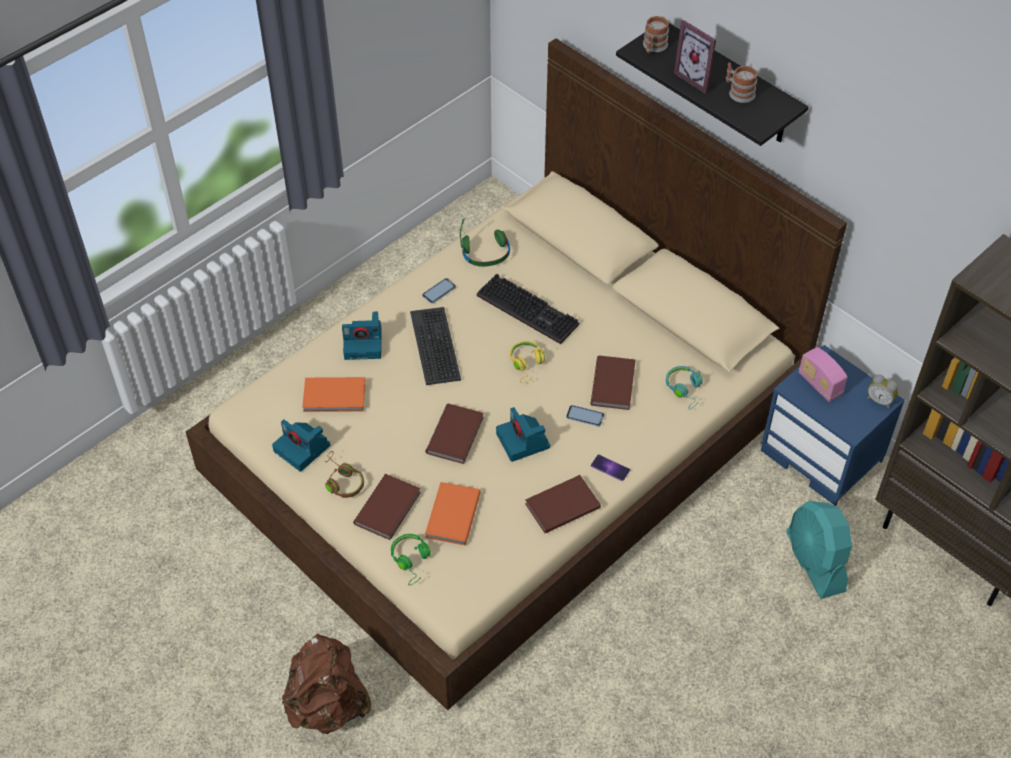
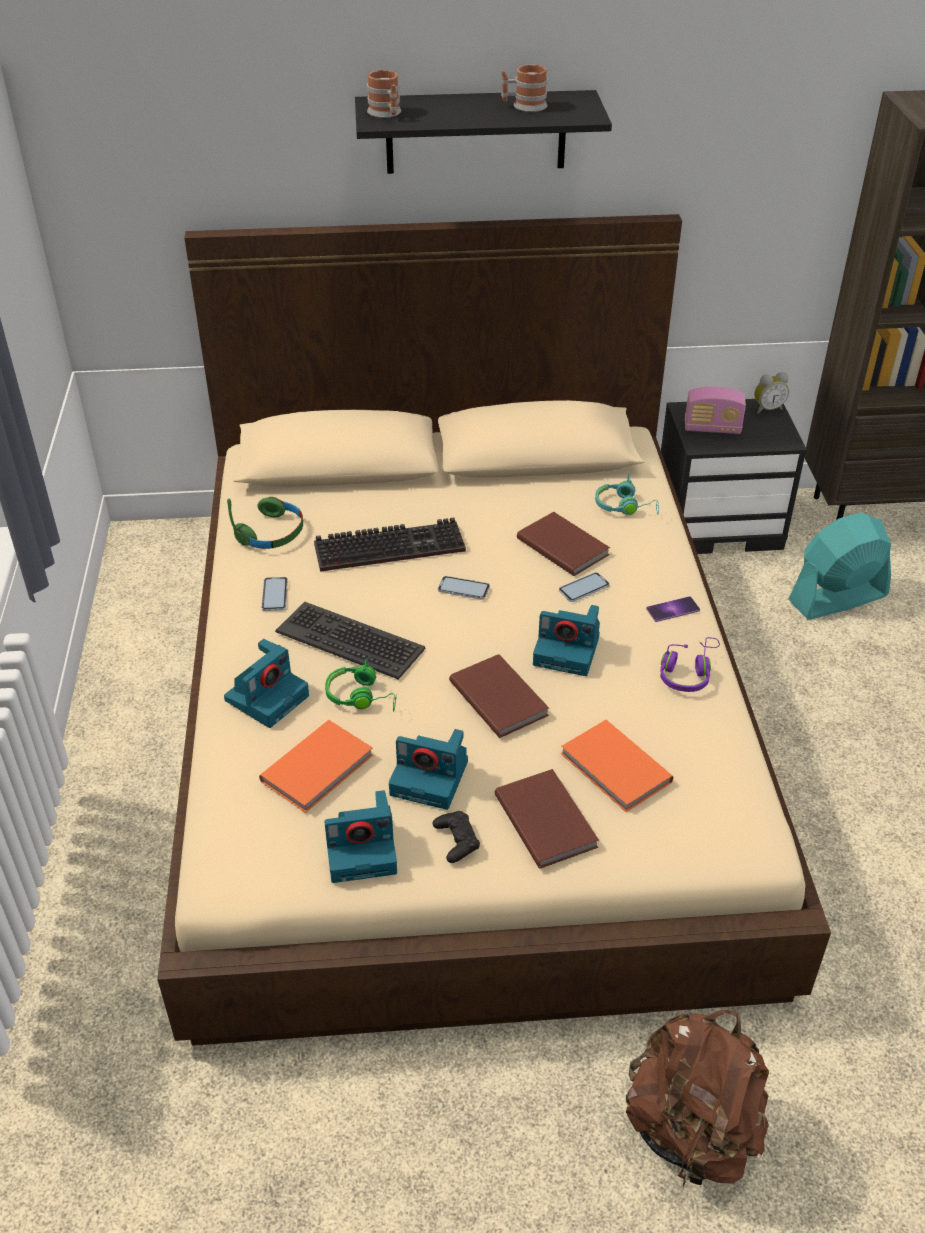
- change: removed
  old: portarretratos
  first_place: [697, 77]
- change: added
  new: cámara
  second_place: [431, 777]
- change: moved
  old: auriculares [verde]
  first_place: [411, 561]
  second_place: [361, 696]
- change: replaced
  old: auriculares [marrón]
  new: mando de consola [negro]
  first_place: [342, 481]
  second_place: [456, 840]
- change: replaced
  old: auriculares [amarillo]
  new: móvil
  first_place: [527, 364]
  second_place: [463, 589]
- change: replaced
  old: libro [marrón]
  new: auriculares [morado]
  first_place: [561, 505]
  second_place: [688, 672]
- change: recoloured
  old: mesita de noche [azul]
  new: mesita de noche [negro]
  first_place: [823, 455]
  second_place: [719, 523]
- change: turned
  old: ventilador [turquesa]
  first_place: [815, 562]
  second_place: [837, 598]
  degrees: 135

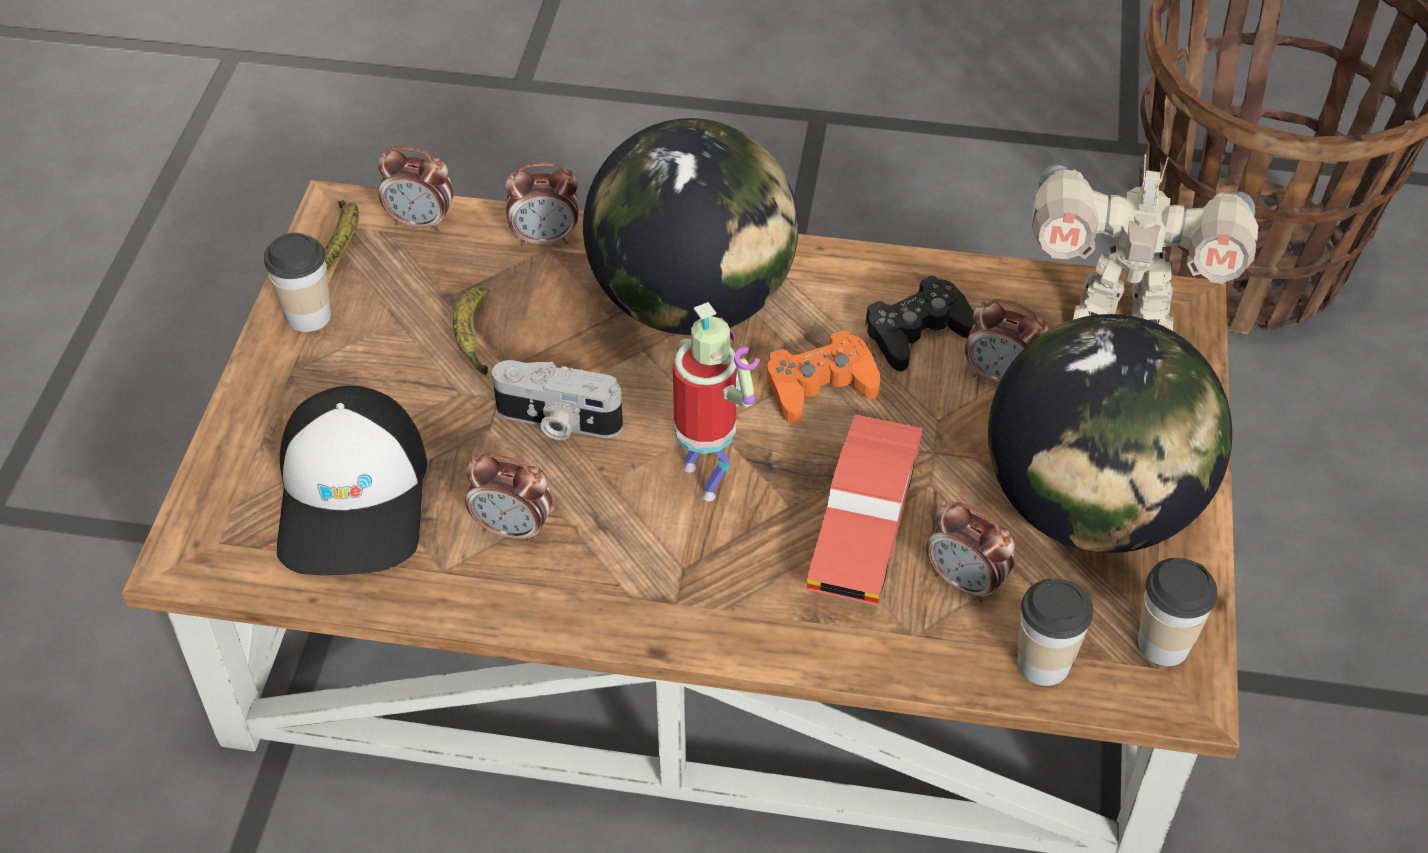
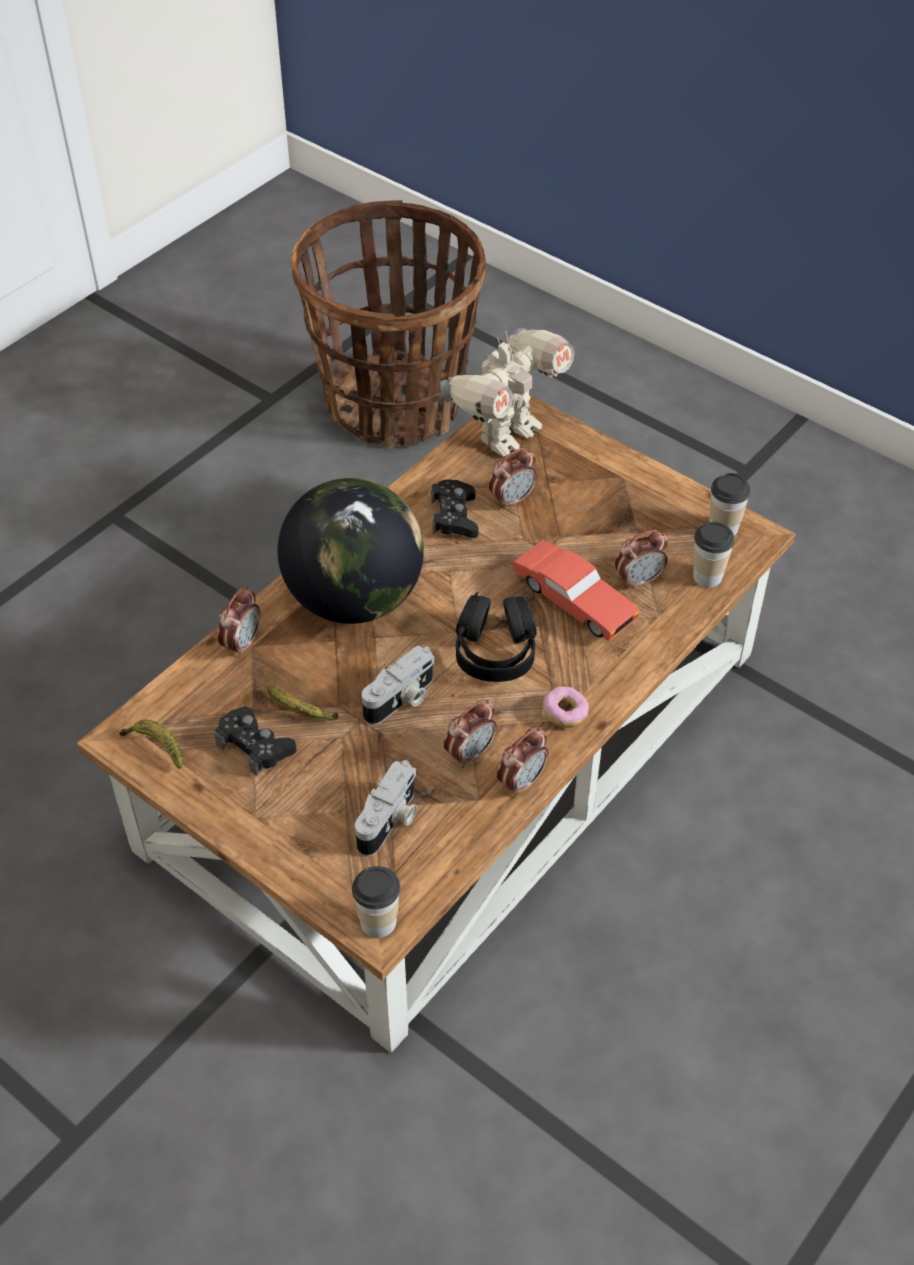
- change: removed
  old: mando de consola [naranja]
  first_place: [819, 386]
- change: removed
  old: globo terráqueo
  first_place: [1090, 507]
- change: added
  new: mando de consola [negro]
  second_place: [255, 746]
- change: added
  new: rosquilla
  second_place: [565, 713]
- change: moved
  old: taza
  first_place: [308, 316]
  second_place: [378, 922]
- change: moved
  old: despertador
  first_place: [421, 222]
  second_place: [521, 782]
- change: replaced
  old: gorra
  new: cámara
  first_place: [354, 498]
  second_place: [390, 821]
- change: replaced
  old: robot de juguete
  new: auriculares [negro]
  first_place: [707, 479]
  second_place: [495, 651]

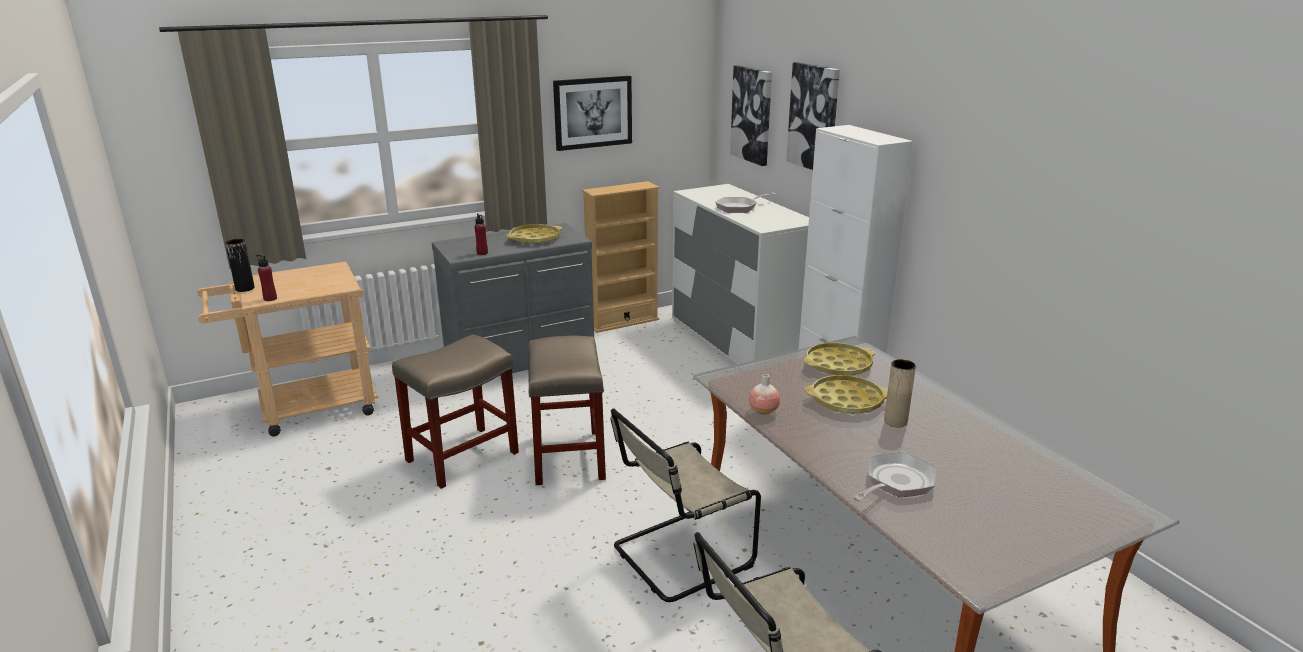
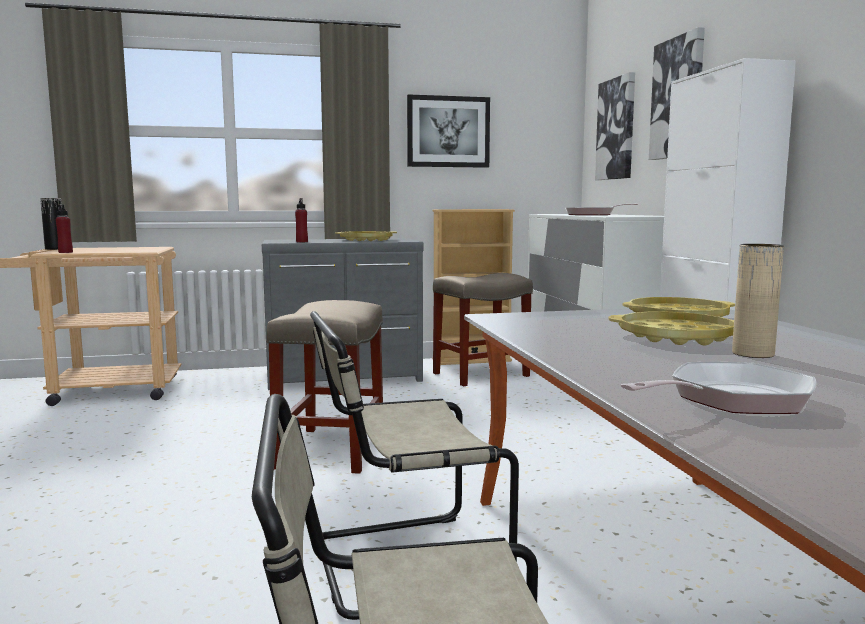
- change: removed
  old: florero
  first_place: [763, 411]
- change: moved
  old: taburete [beis]
  first_place: [463, 456]
  second_place: [481, 374]

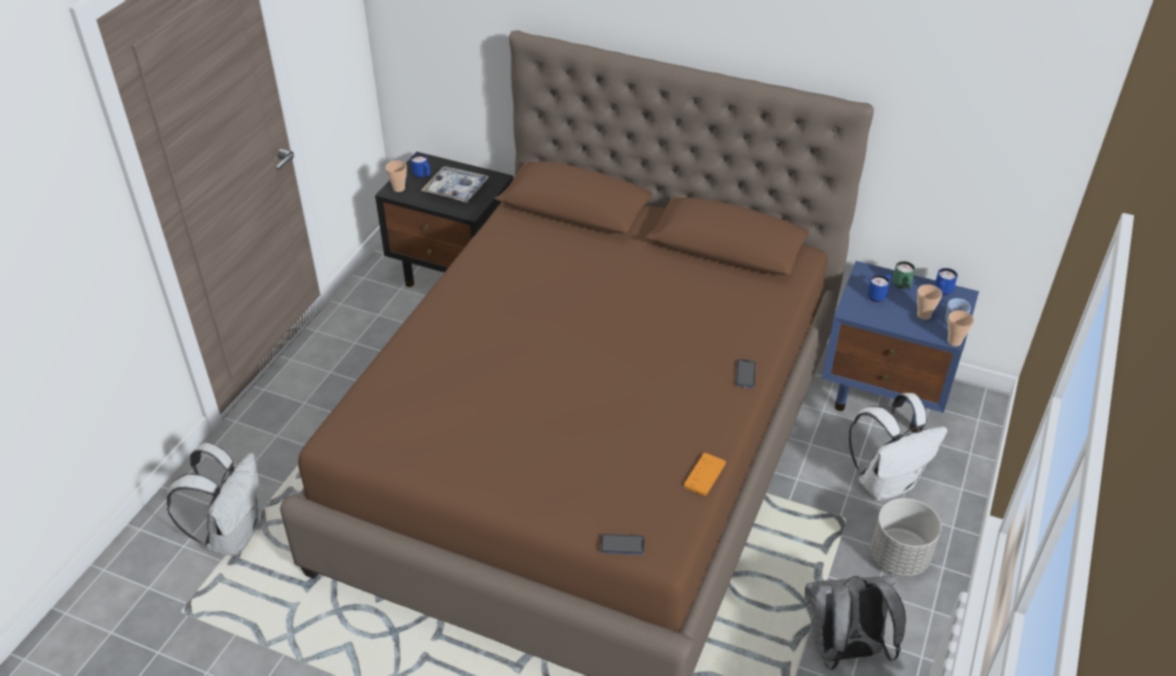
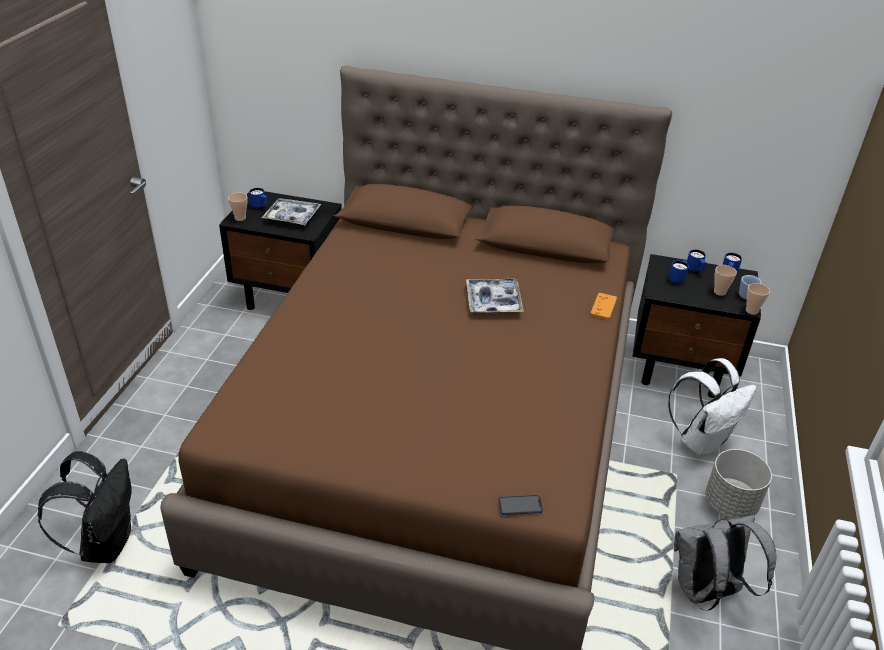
- change: removed
  old: móvil
  first_place: [745, 374]
- change: added
  new: bandeja
  second_place: [493, 301]
- change: moved
  old: mando de consola [naranja]
  first_place: [704, 475]
  second_place: [603, 307]
- change: recoloured
  old: mochila [blanco]
  new: mochila [negro]
  first_place: [233, 534]
  second_place: [106, 543]
- change: recoloured
  old: mesita de noche [azul]
  new: mesita de noche [negro]
  first_place: [886, 395]
  second_place: [681, 369]
- change: recoloured
  old: taza grande [verde]
  new: taza grande [azul]
  first_place: [902, 286]
  second_place: [694, 271]

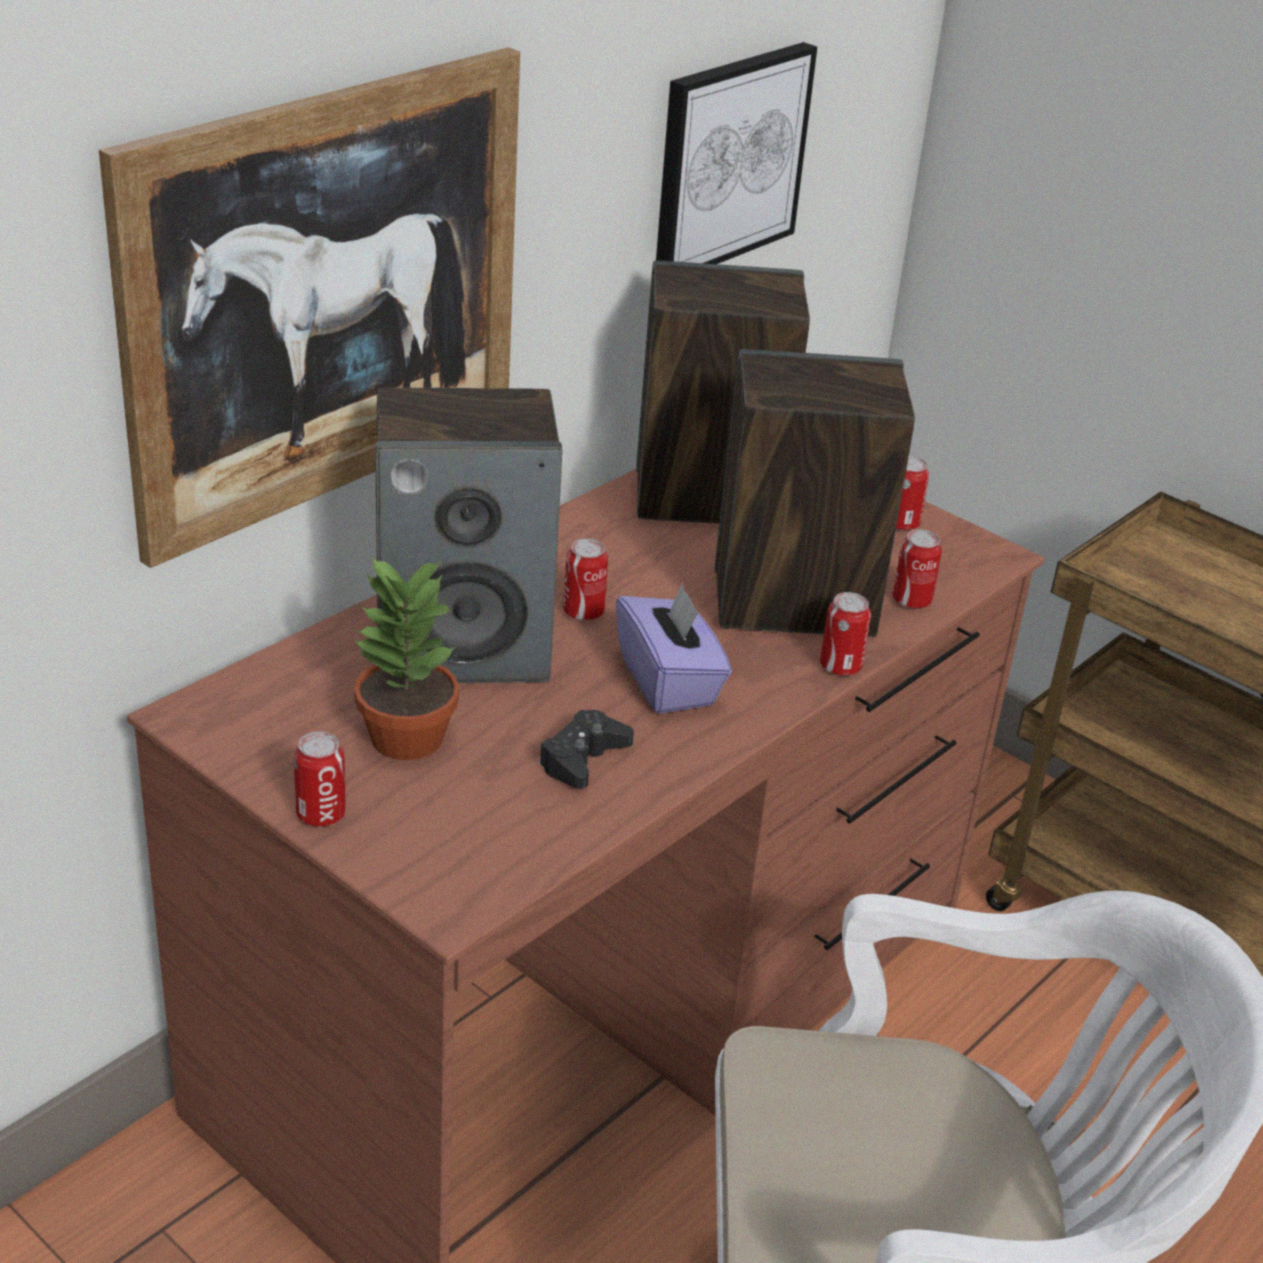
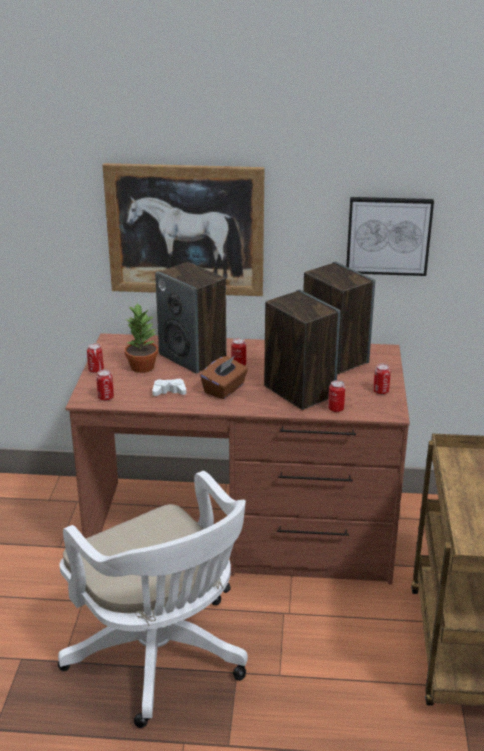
- change: moved
  old: lata
  first_place: [840, 666]
  second_place: [106, 397]
- change: recoloured
  old: mando de consola [negro]
  new: mando de consola [blanco]
  first_place: [582, 758]
  second_place: [169, 391]
- change: recoloured
  old: caja de pañuelos [morado]
  new: caja de pañuelos [marrón]
  first_place: [669, 681]
  second_place: [225, 389]

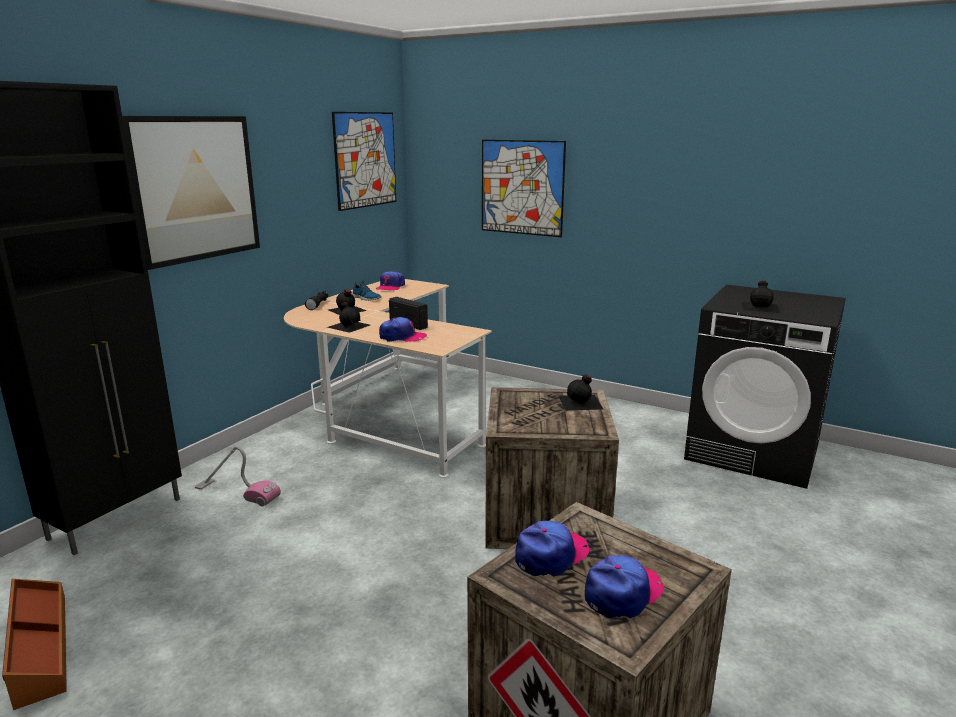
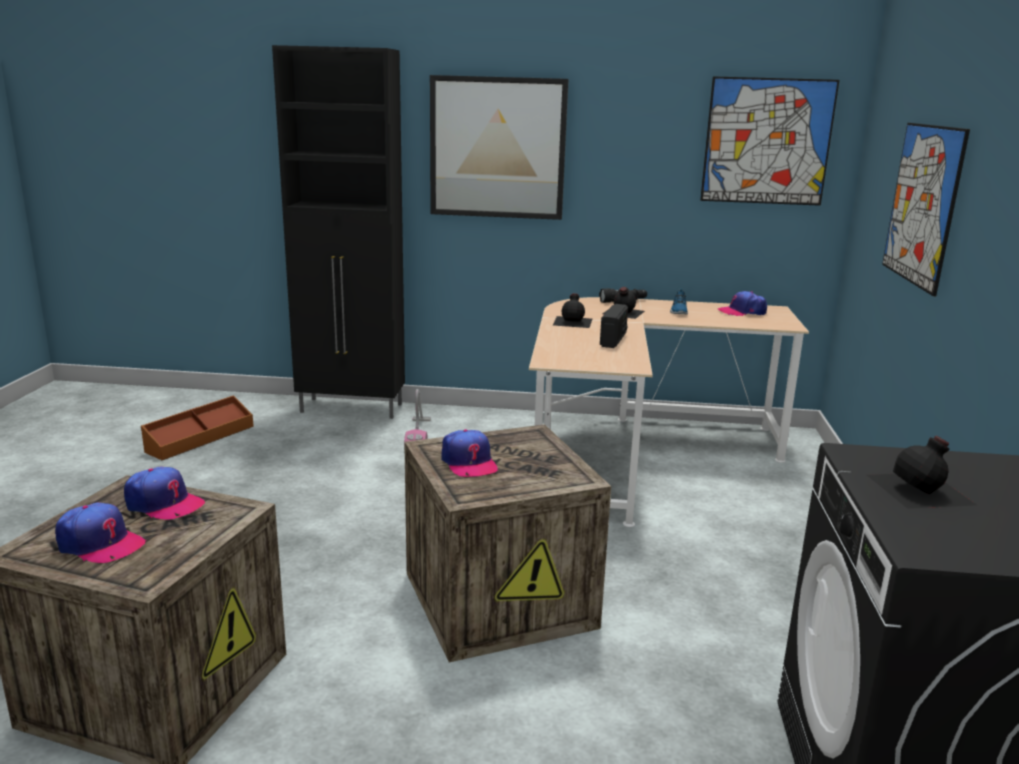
- change: removed
  old: botella [negro]
  first_place: [581, 402]
- change: moved
  old: gorra
  first_place: [402, 337]
  second_place: [469, 462]

